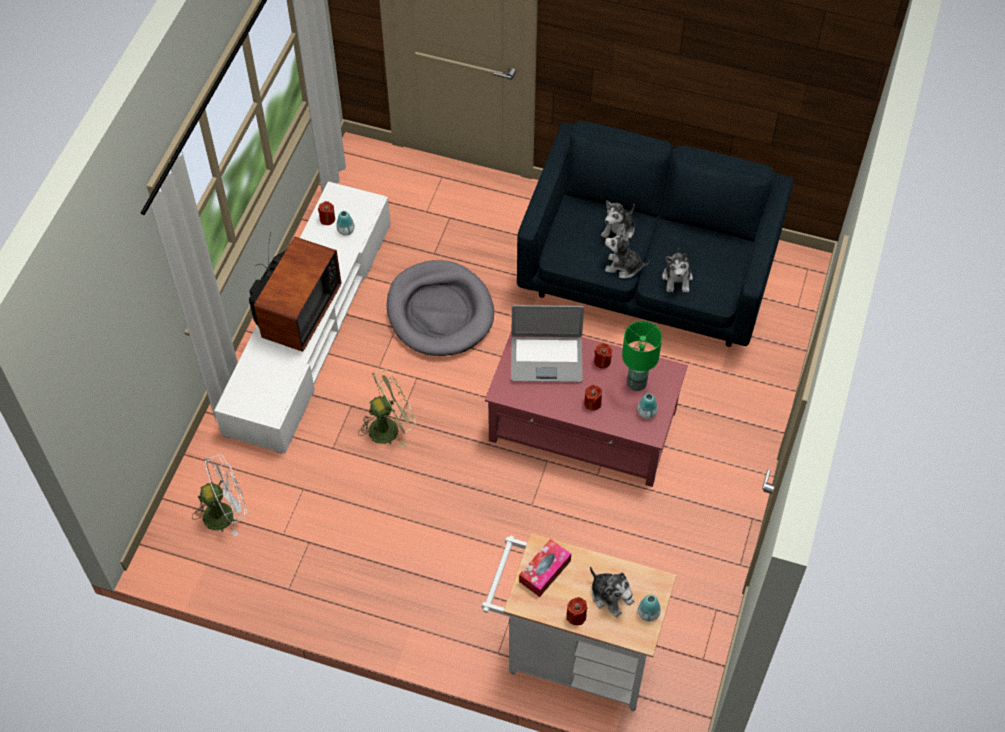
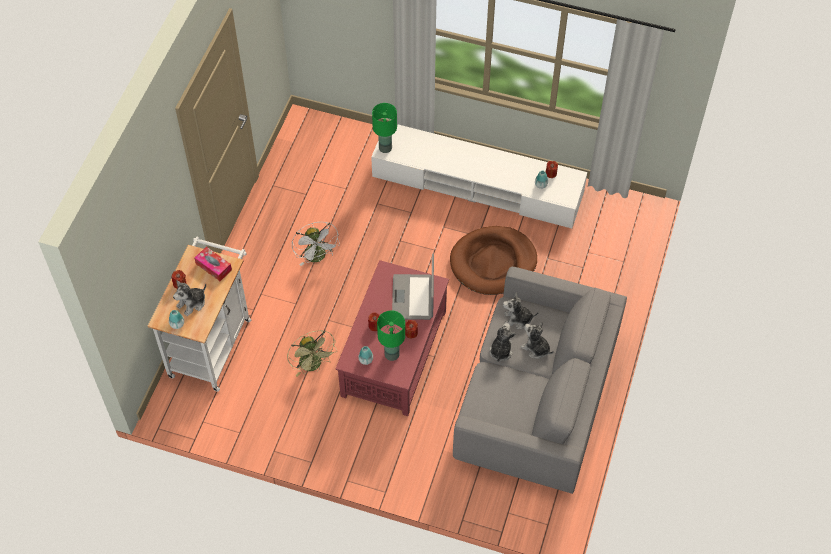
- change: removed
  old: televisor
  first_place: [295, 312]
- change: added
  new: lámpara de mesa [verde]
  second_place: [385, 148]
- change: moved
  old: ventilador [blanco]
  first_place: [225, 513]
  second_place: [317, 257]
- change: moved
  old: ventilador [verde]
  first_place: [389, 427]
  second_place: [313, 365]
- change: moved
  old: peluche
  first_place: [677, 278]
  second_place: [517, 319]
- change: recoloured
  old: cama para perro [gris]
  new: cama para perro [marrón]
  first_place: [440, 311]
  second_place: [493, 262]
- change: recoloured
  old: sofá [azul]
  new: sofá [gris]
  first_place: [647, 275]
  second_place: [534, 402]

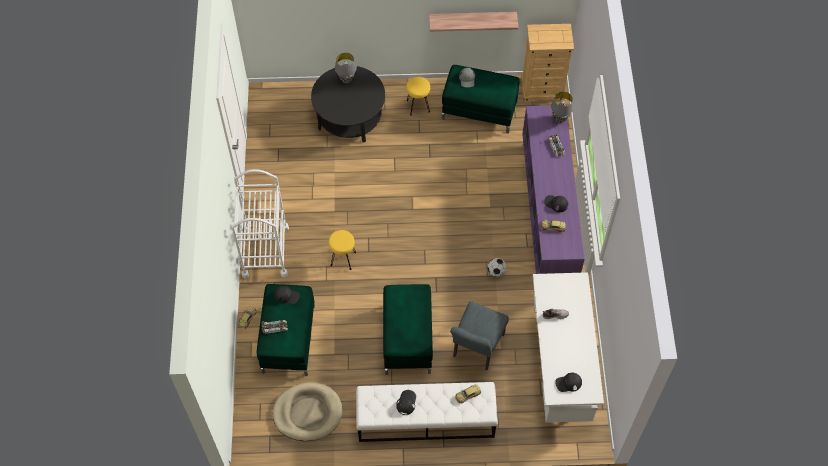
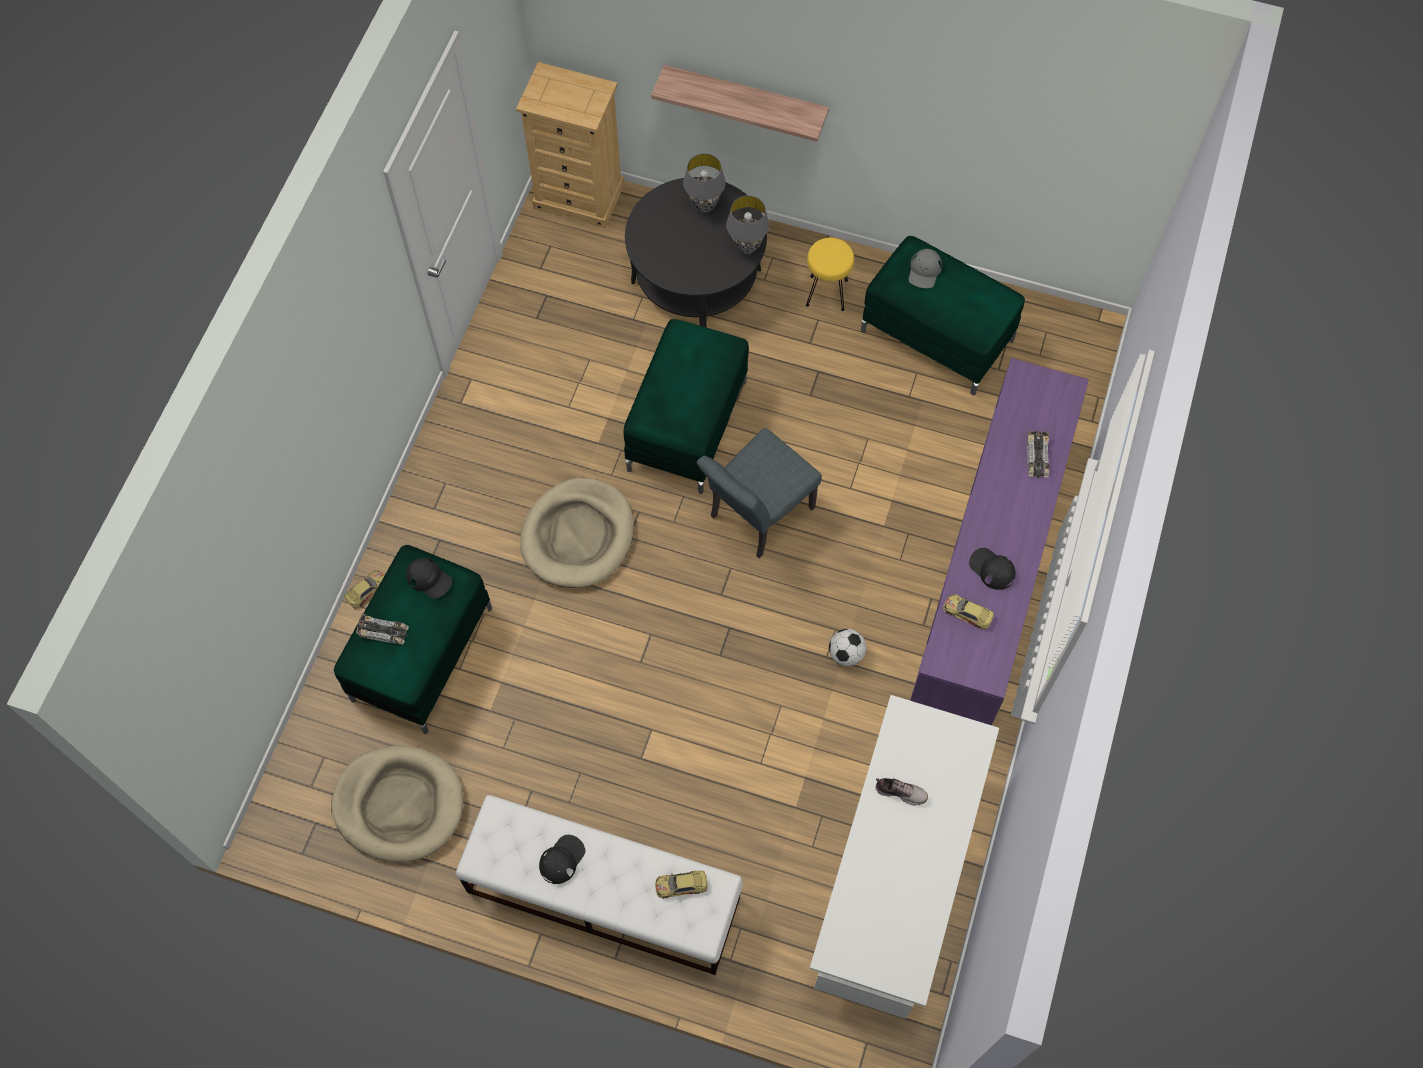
- change: removed
  old: carrito [blanco]
  first_place: [265, 251]
- change: removed
  old: gorra [negro]
  first_place: [568, 383]
- change: moved
  old: puf [verde]
  first_place: [407, 339]
  second_place: [687, 426]
- change: moved
  old: estante
  first_place: [472, 19]
  second_place: [745, 98]
- change: moved
  old: silla [gris]
  first_place: [476, 349]
  second_place: [756, 517]
- change: moved
  old: cómoda [beis]
  first_place: [542, 88]
  second_place: [579, 196]
- change: moved
  old: lámpara de mesa [gris]
  first_place: [559, 119]
  second_place: [746, 247]
- change: replaced
  old: taburete [amarillo]
  new: cama para perro [beis]
  first_place: [343, 258]
  second_place: [578, 536]

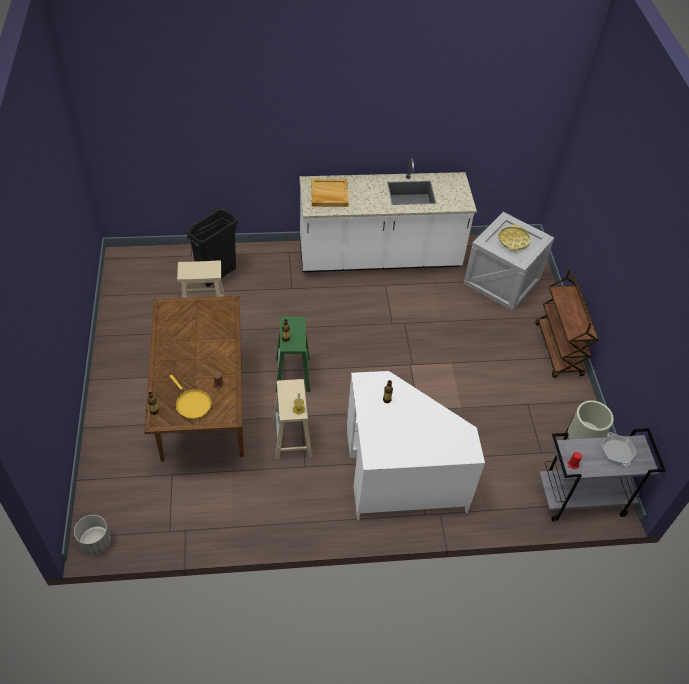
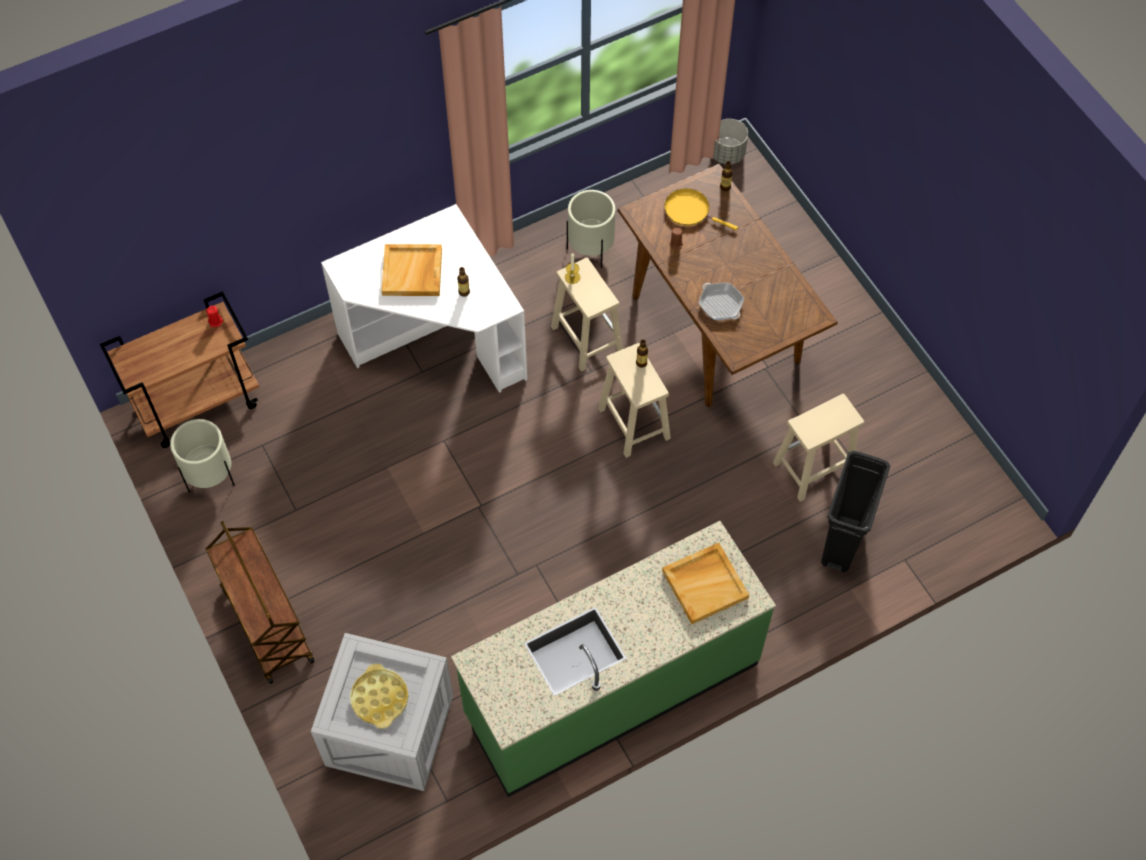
- change: added
  new: bandeja [beis]
  second_place: [413, 272]
- change: added
  new: maceta [beis]
  second_place: [591, 250]
- change: moved
  old: sartén
  first_place: [617, 451]
  second_place: [720, 304]
- change: recoloured
  old: taburete [verde]
  new: taburete [beis]
  first_place: [293, 375]
  second_place: [633, 422]
- change: recoloured
  old: mueble bajo de cocina [blanco]
  new: mueble bajo de cocina [verde]
  first_place: [379, 258]
  second_place: [611, 689]
- change: recoloured
  old: carrito [gris]
  new: carrito [marrón]
  first_place: [581, 499]
  second_place: [199, 403]

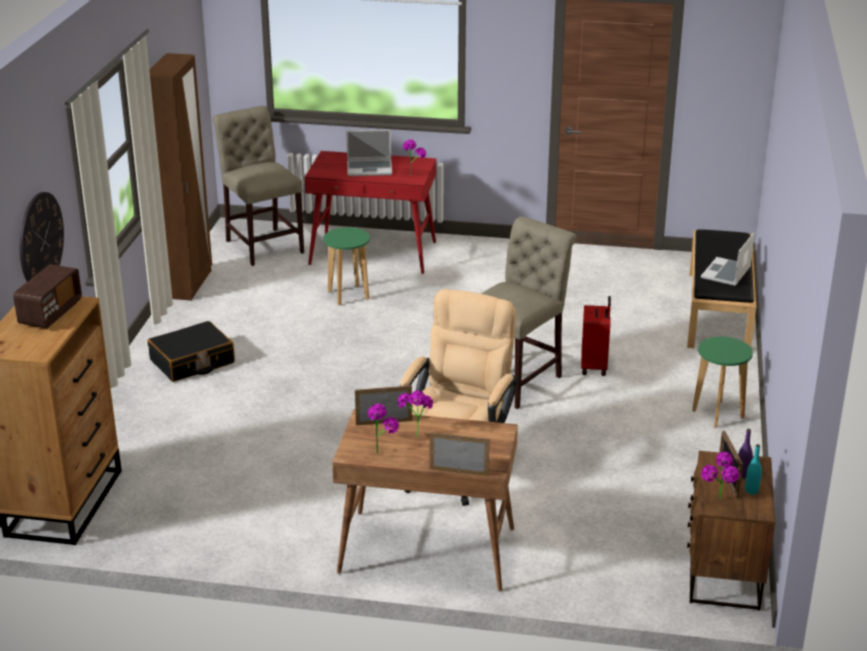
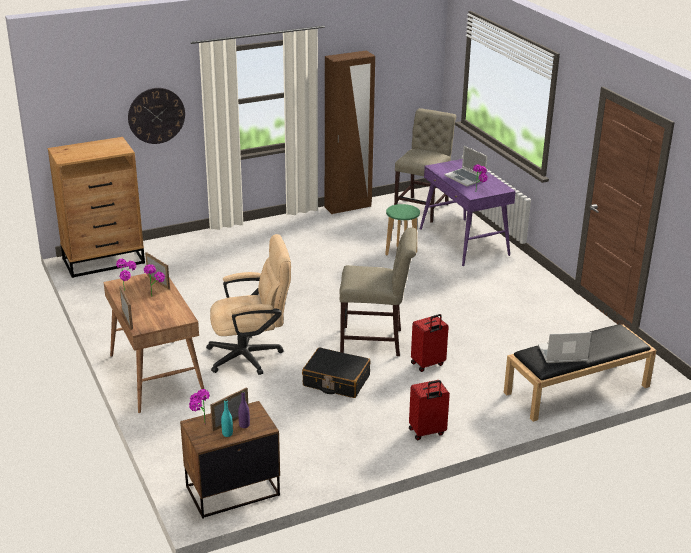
- change: removed
  old: radio
  first_place: [50, 313]
- change: moved
  old: maleta [negro]
  first_place: [192, 362]
  second_place: [336, 381]
- change: replaced
  old: taburete [verde]
  new: maleta [rojo]
  first_place: [718, 414]
  second_place: [427, 432]
- change: recoloured
  old: escritorio [rojo]
  new: escritorio [morado]
  first_place: [374, 253]
  second_place: [464, 242]

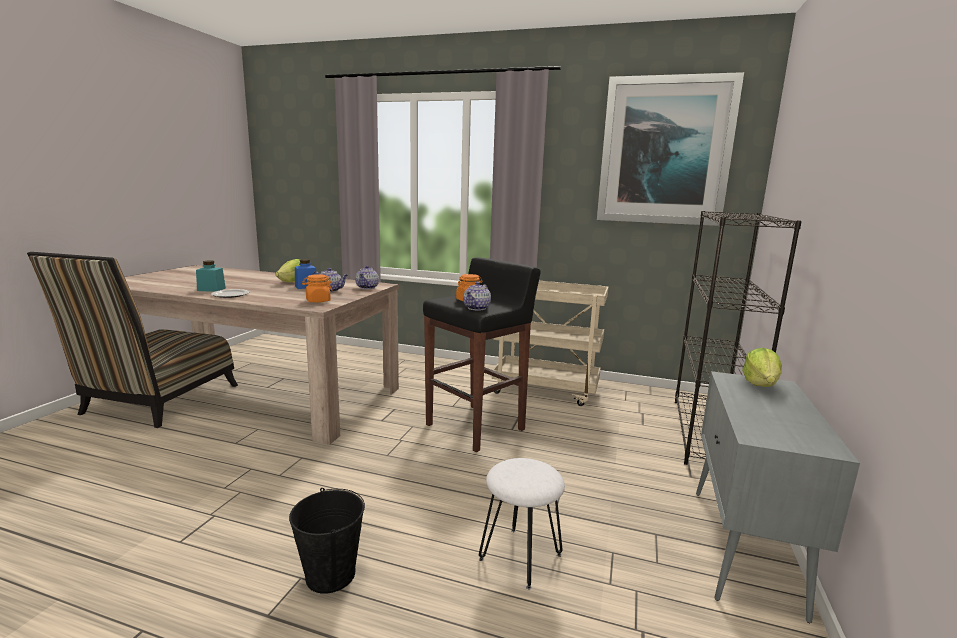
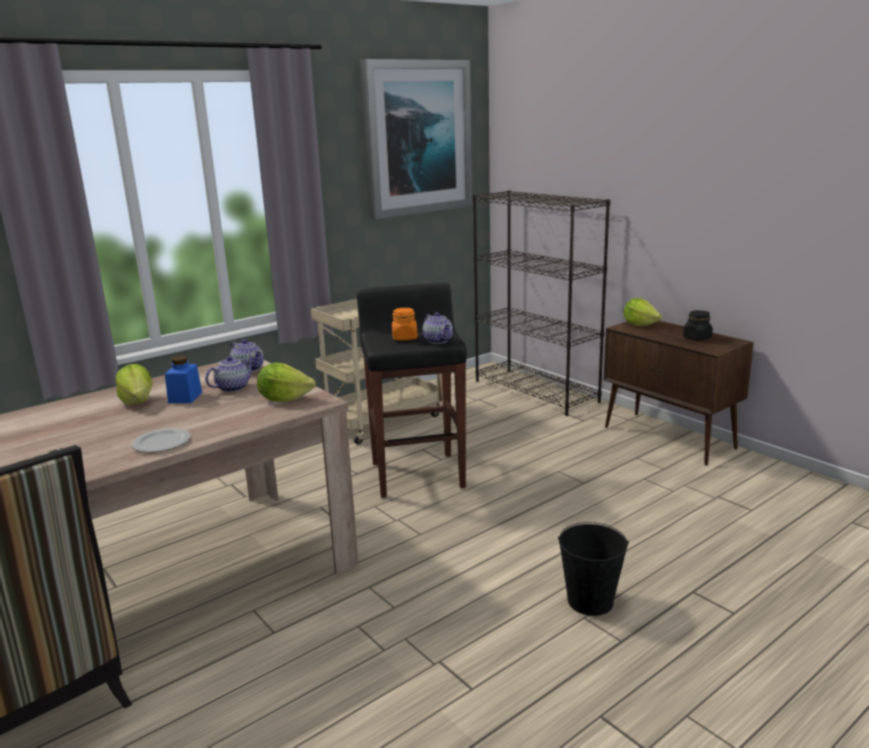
- change: removed
  old: tarro [turquesa]
  first_place: [211, 289]
- change: removed
  old: taburete [blanco]
  first_place: [521, 557]
- change: added
  new: tarro [negro]
  second_place: [697, 338]
- change: replaced
  old: tarro [naranja]
  new: lechuga
  first_place: [318, 301]
  second_place: [284, 399]
- change: recoloured
  old: armario [gris]
  new: armario [marrón]
  first_place: [744, 549]
  second_place: [669, 438]

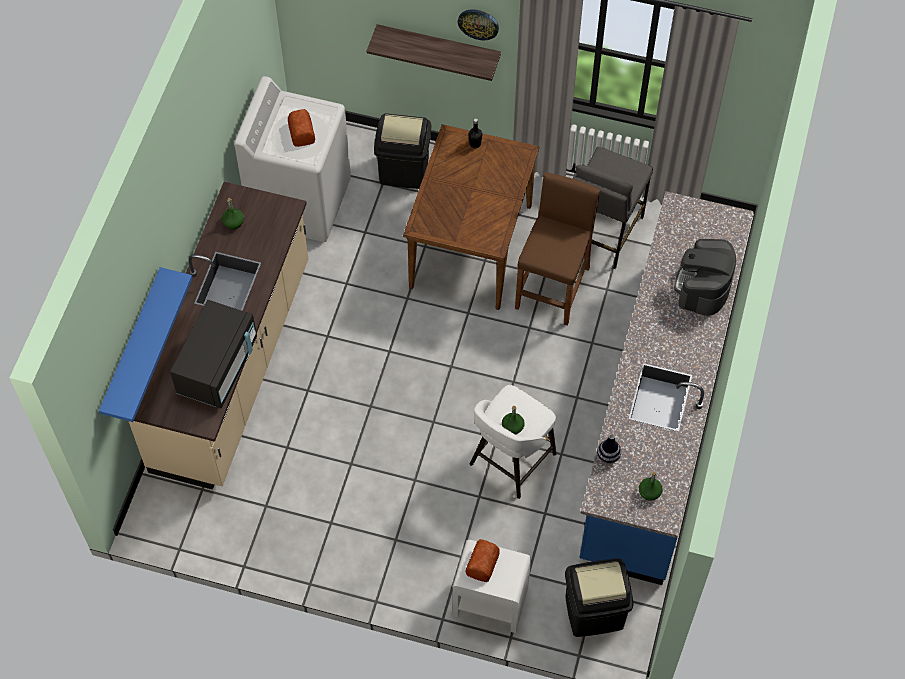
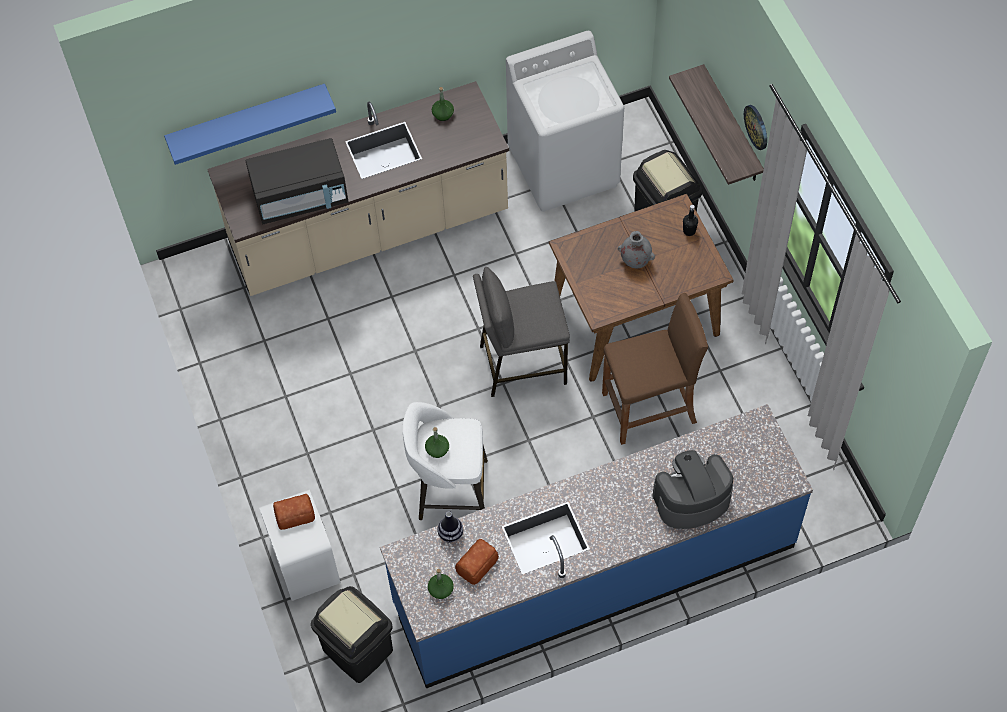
- change: added
  new: florero [gris]
  second_place: [635, 261]
- change: moved
  old: pan
  first_place: [302, 131]
  second_place: [478, 564]
- change: moved
  old: taburete [gris]
  first_place: [603, 232]
  second_place: [522, 363]

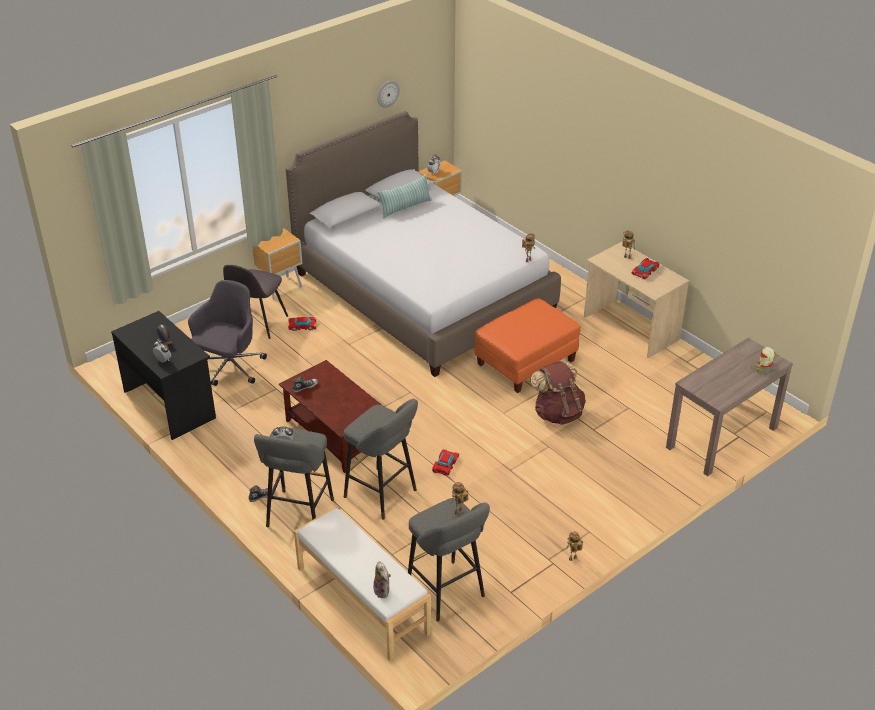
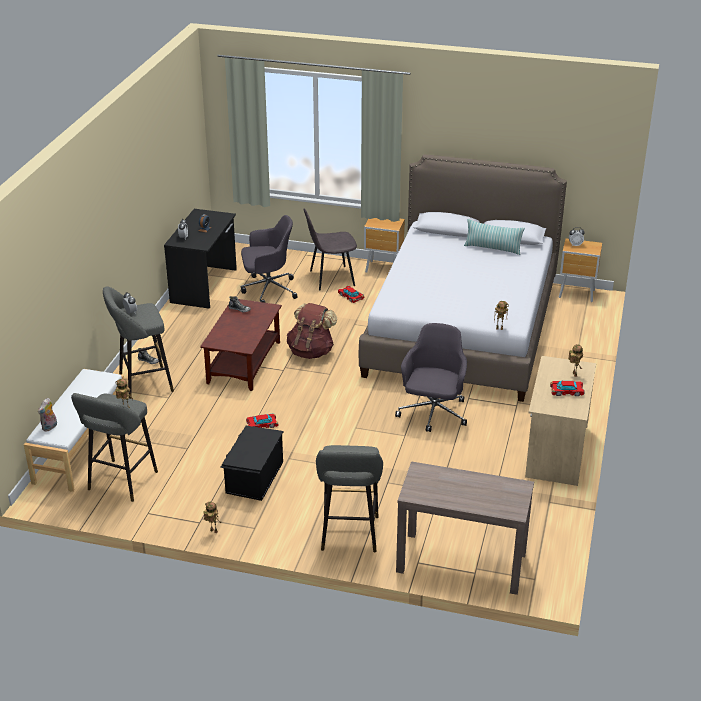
- change: removed
  old: reloj de pared
  first_place: [387, 93]
- change: removed
  old: robot de juguete
  first_place: [763, 369]
- change: added
  new: caja de almacenaje [negro]
  second_place: [253, 477]
- change: moved
  old: taburete [gris]
  first_place: [383, 495]
  second_place: [349, 536]
- change: moved
  old: mochila [marrón]
  first_place: [557, 413]
  second_place: [311, 351]
- change: replaced
  old: puf [naranja]
  new: silla de oficina [gris]
  first_place: [525, 363]
  second_place: [433, 414]

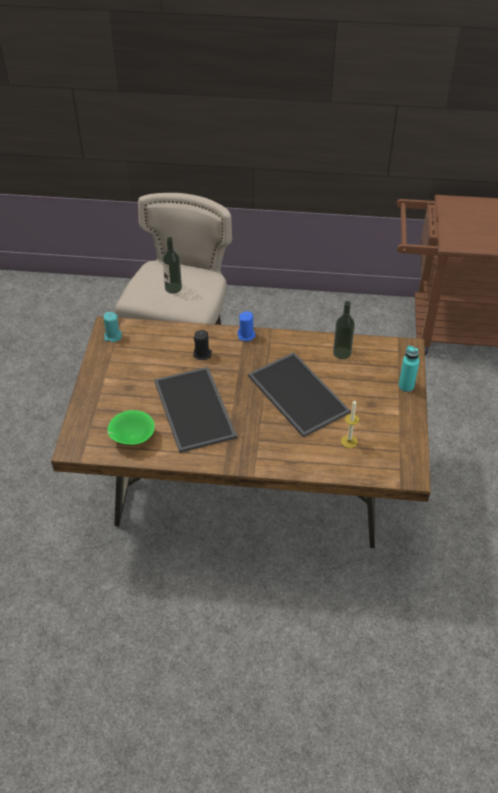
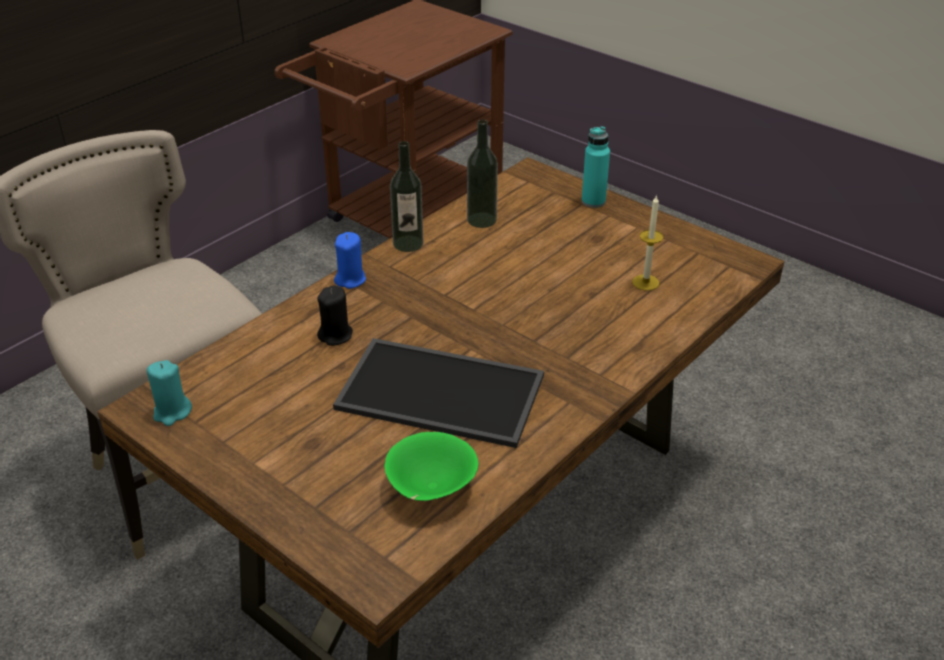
- change: removed
  old: bandeja
  first_place: [296, 394]
- change: moved
  old: botella
  first_place: [173, 288]
  second_place: [408, 243]

